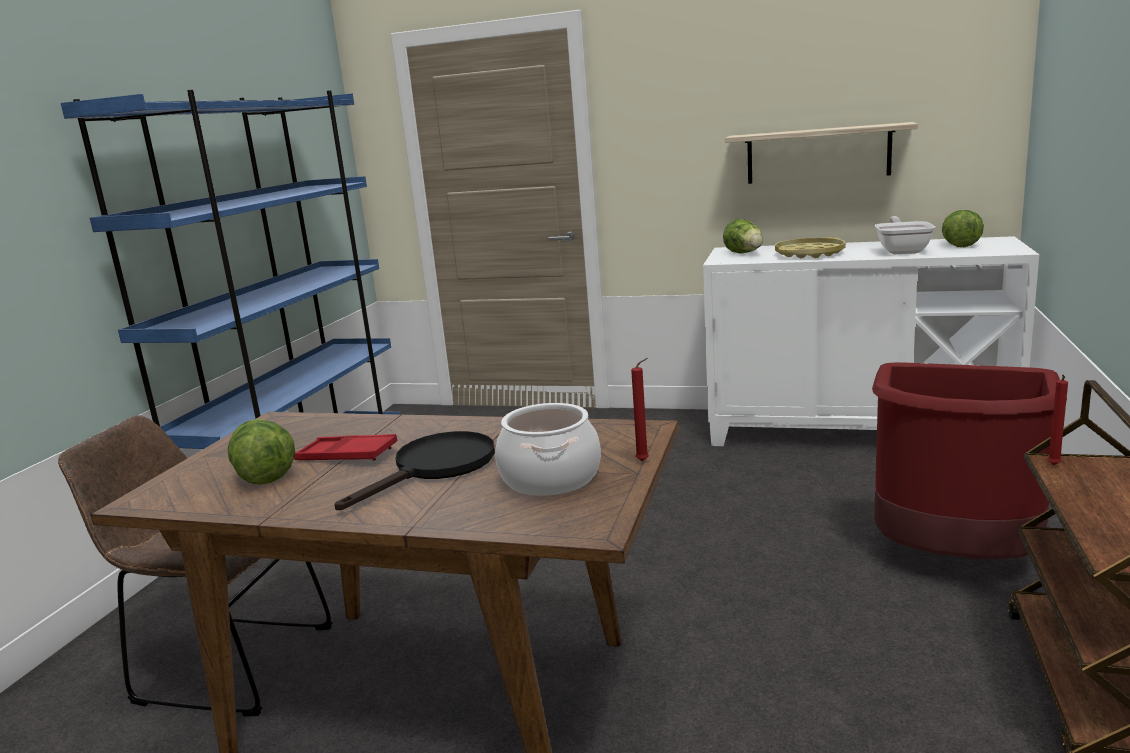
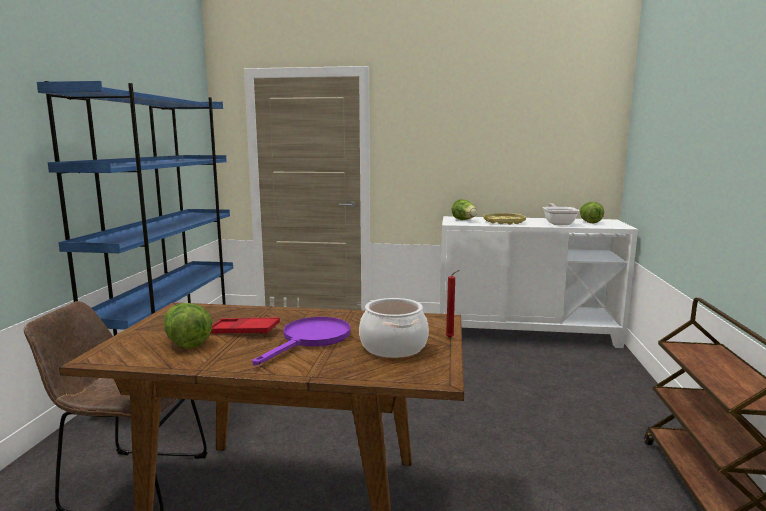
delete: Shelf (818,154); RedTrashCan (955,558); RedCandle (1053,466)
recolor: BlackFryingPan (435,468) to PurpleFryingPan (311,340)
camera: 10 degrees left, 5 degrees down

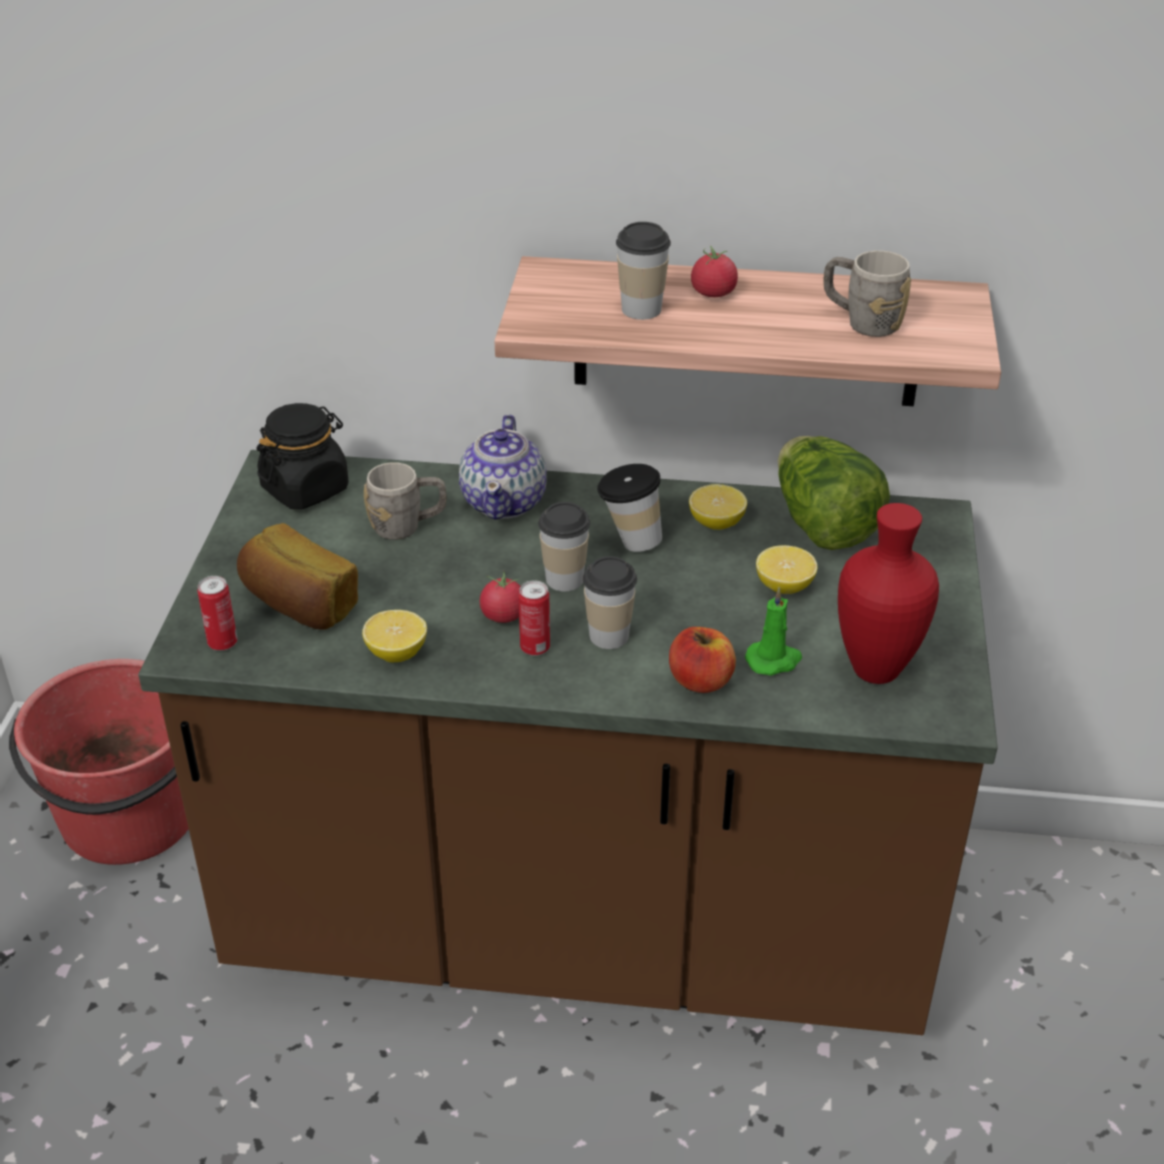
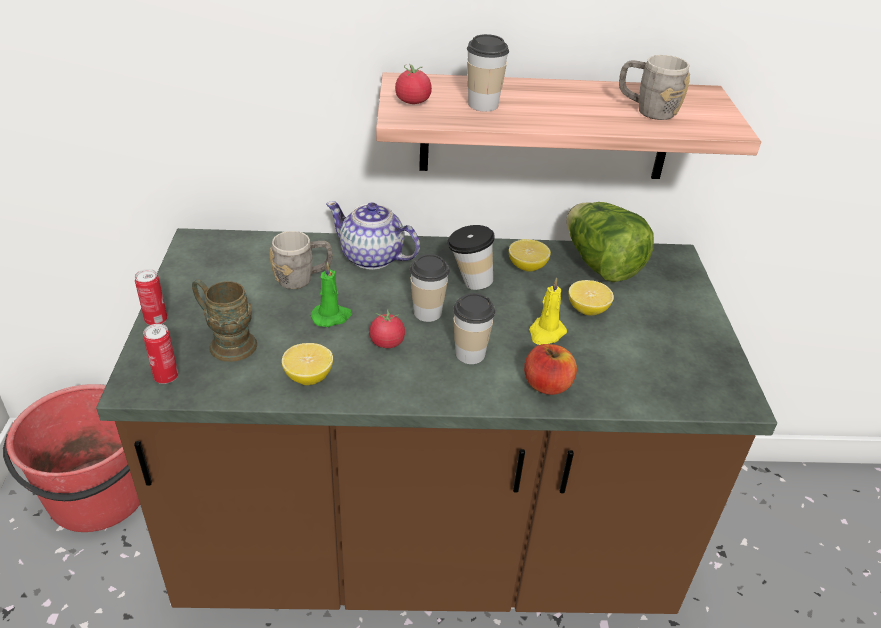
delete: BlackJar (305,488); RedVase (878,669)
insert: YellowCandle (546,333)
move: Can (535,648) to (156,320); Tomato (713,293) to (413,102); GreenCandle (774,660) to (332,316)
replace: Bread (299,604) to BrownMug (226,342)
rotate: Teapot (505,501) = (372,258) 120 degrees clockwise
camera: 10 degrees left, 0 degrees up

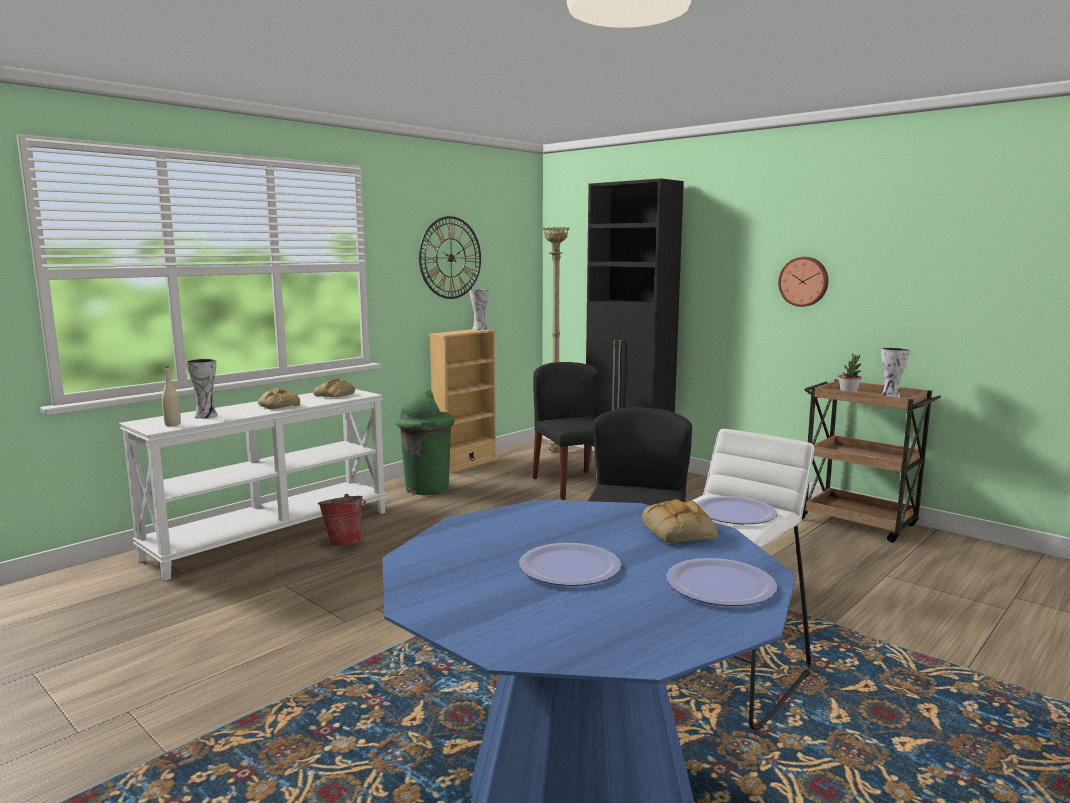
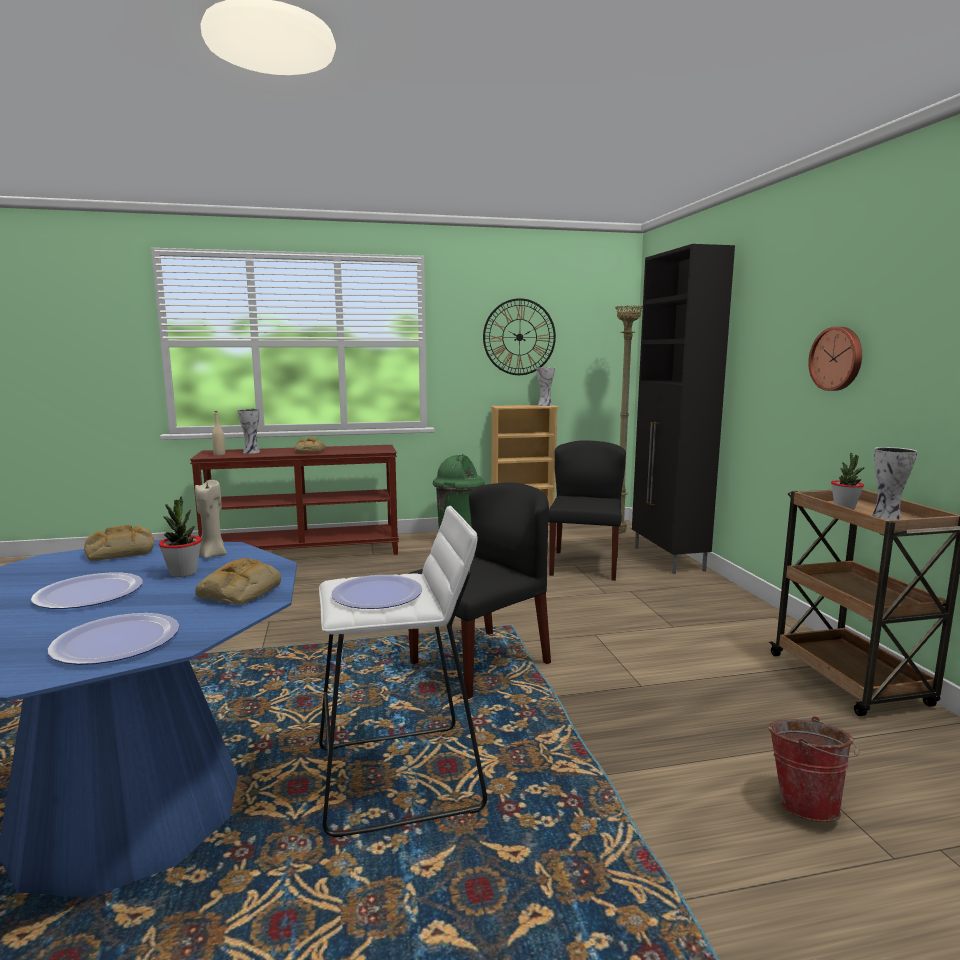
insert: PottedPlant (183,573); BeigeCandle (212,555)
move: Bread (334,395) to (120,552); Bucket (344,543) to (805,804)
recolor: WhiteConsoleTable (271,534) to BrownConsoleTable (304,552)
camera: 35 degrees right, 0 degrees up

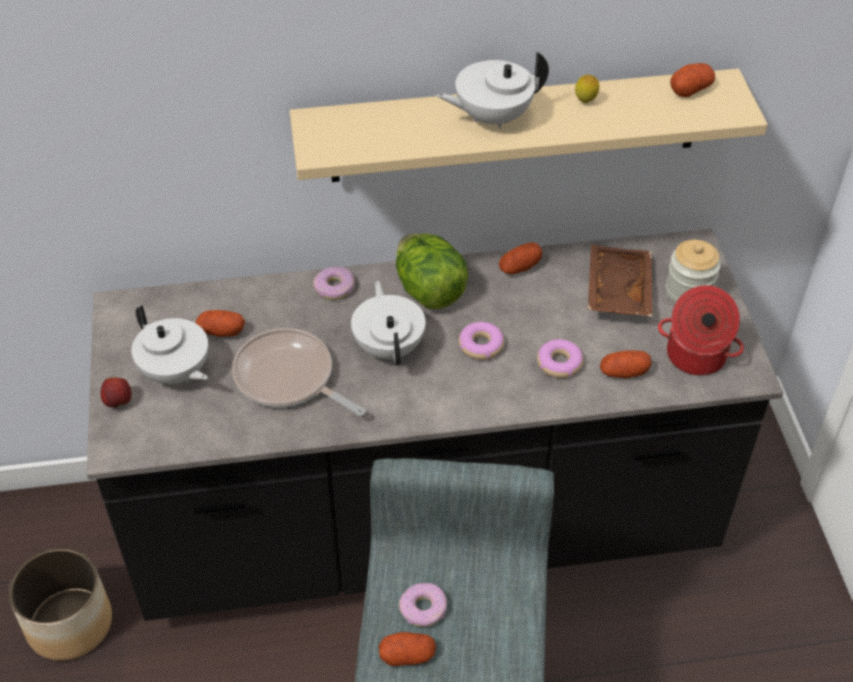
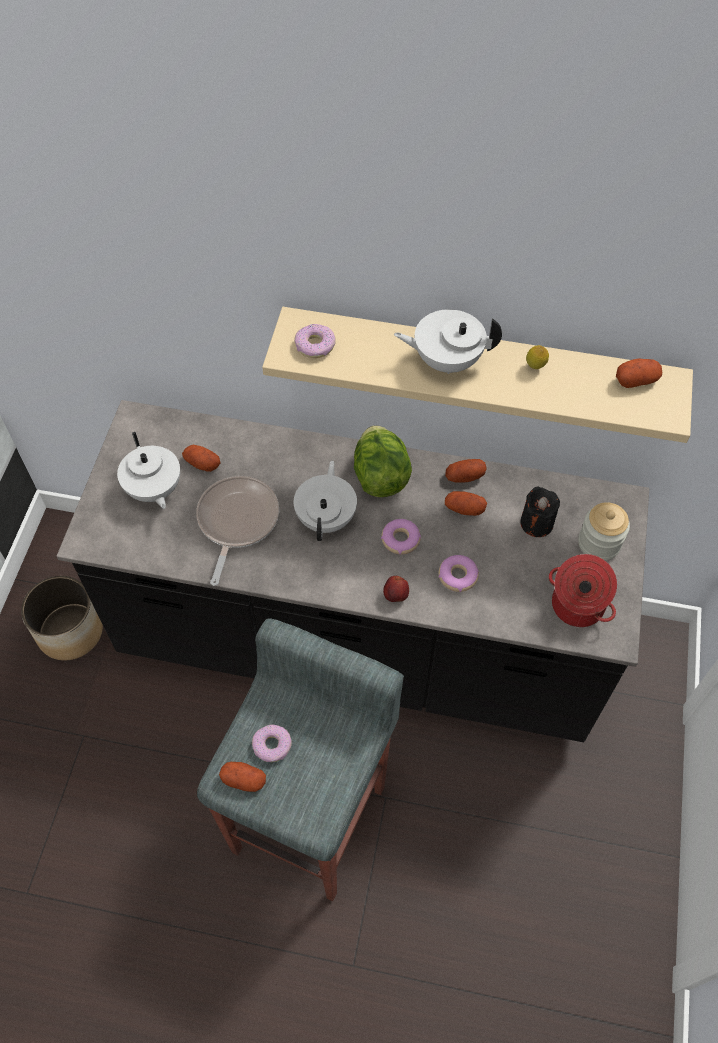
move: Apple (118,402) to (396,596); Donut (334,288) to (315,346); Potato (623,372) to (464,509)
replace: BrownTray (616,290) to BlackCandle (536,523)
rotate: FryingPan (288,378) = (236,522) 45 degrees clockwise
camera: 20 degrees right, 10 degrees up

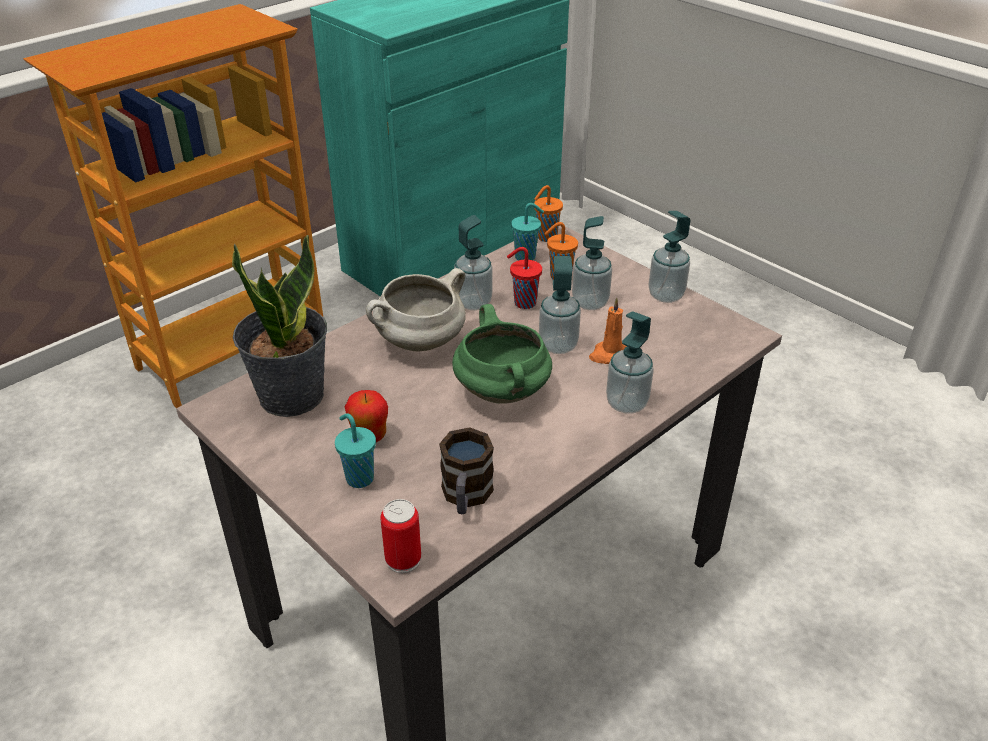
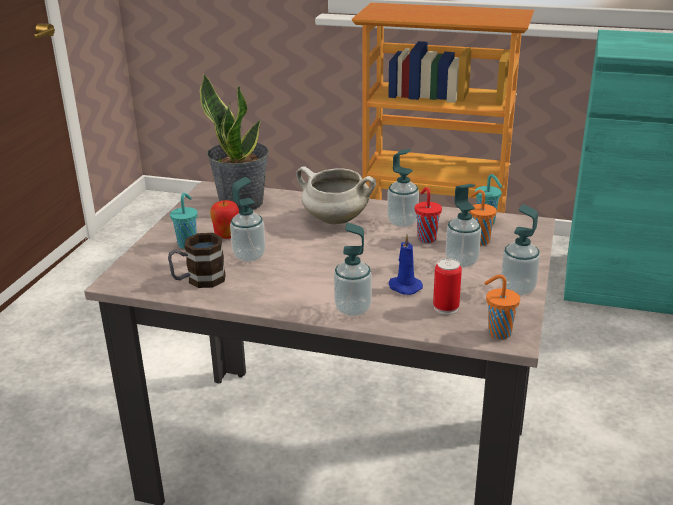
delete: GreenCookingPot (504,392)
move: Can (403,559) to (446,308); OrangeCup (545,237) to (498,333); SoapDispenser (558,345) to (249,256)
recolor: OrangeCandle (609,355) to BlueCandle (404,287)
camera: 60 degrees right, 10 degrees down

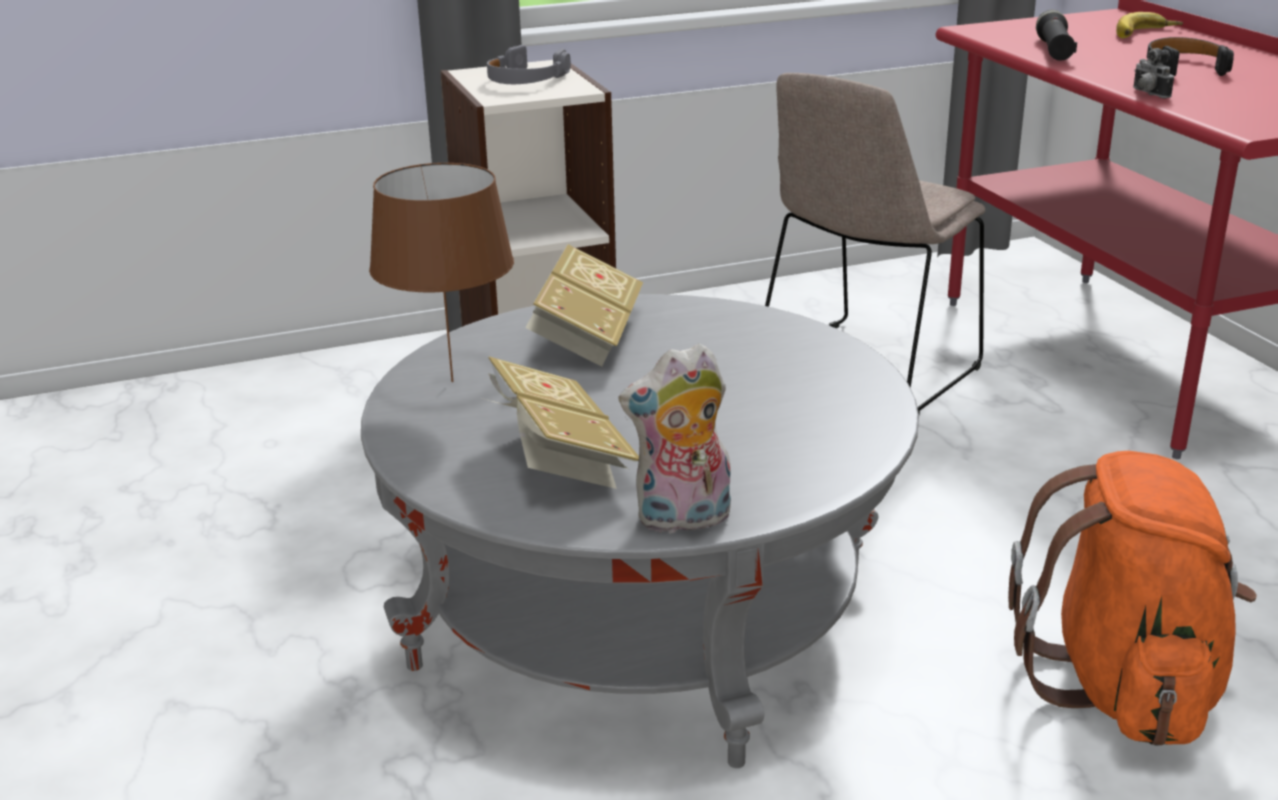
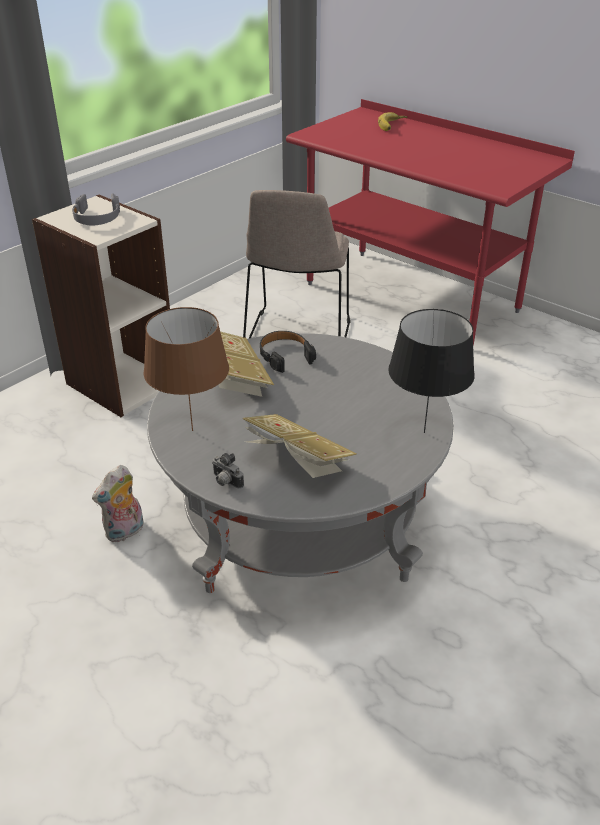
delete: OrangeBackpack (1124,686); BlackFlashlight (1054,50)
insert: BlackTableLamp (424,433)
move: PlushToy (682,520) to (125,532); PhotoCamera (1147,94) to (225,482); BlackHeadphones (1184,67) to (285,356)
camera: 30 degrees left, 10 degrees up

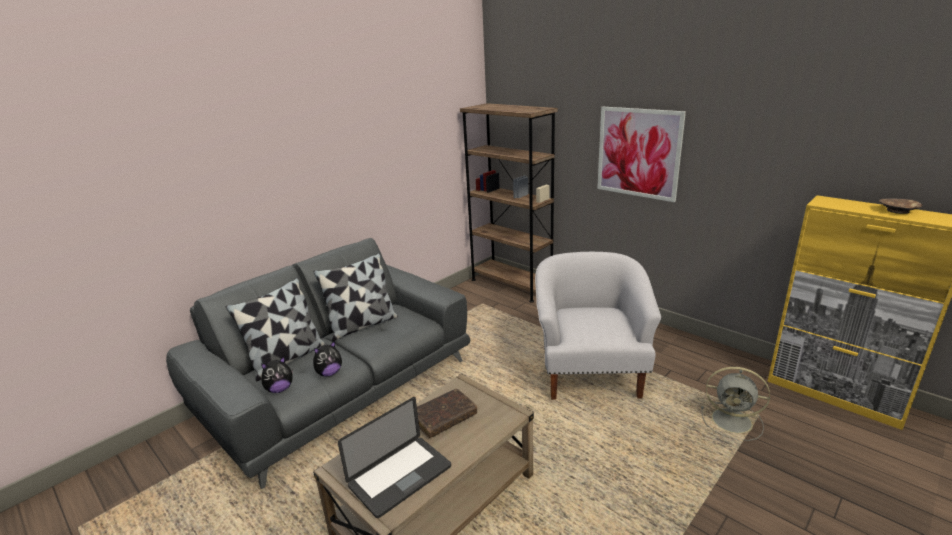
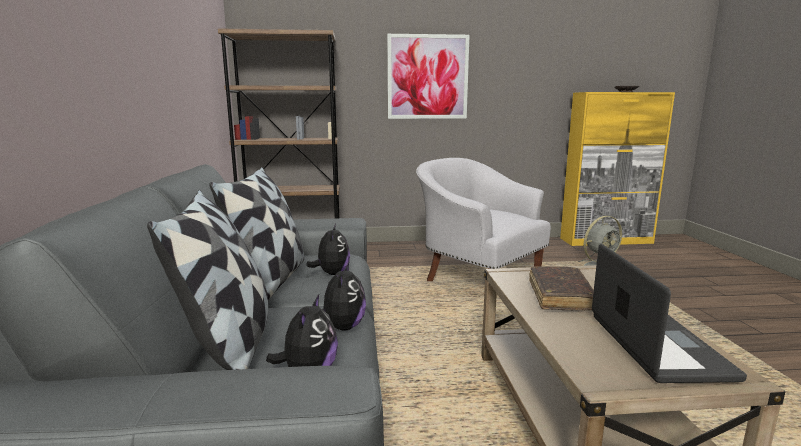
insert: PlushToy (332,273)
camera: 50 degrees left, 10 degrees down

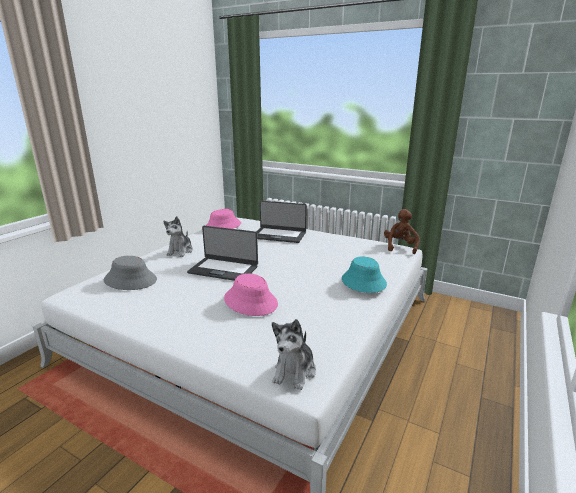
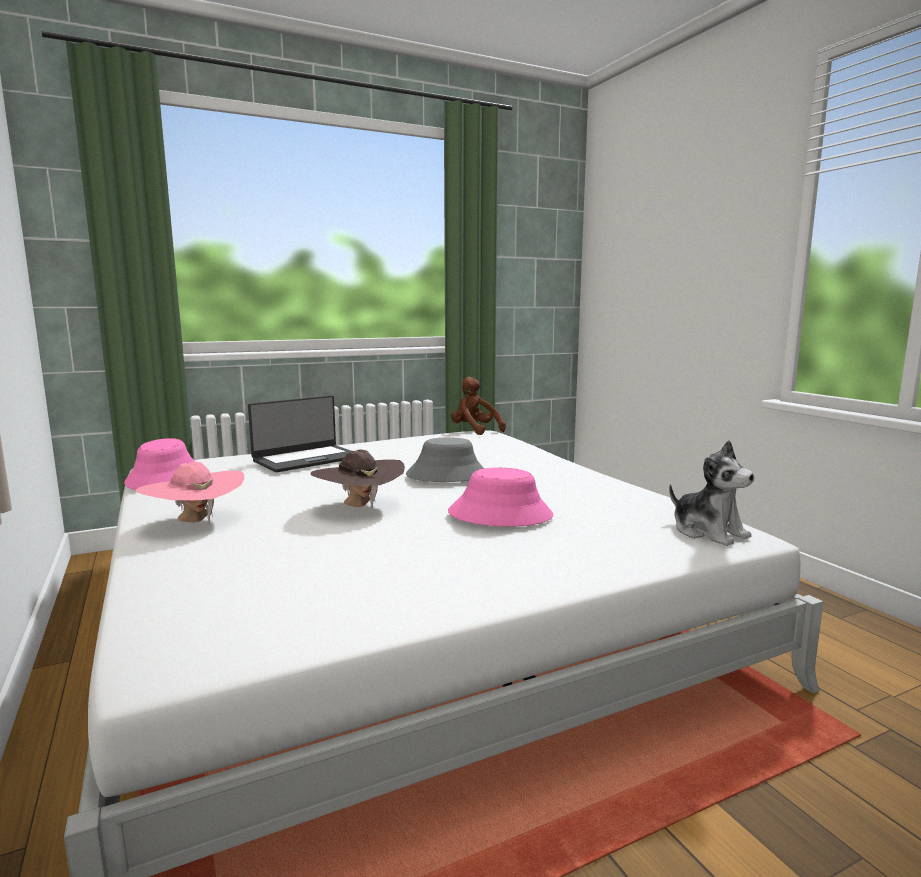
delete: TurquoiseHat (363,282)
move: GreyHat (130,280) to (446,475)
replace: PlushToy (180,251) to PinkHat (196,522); Laptop (223,269) to BrownHat (359,507)
camera: 55 degrees left, 10 degrees down

